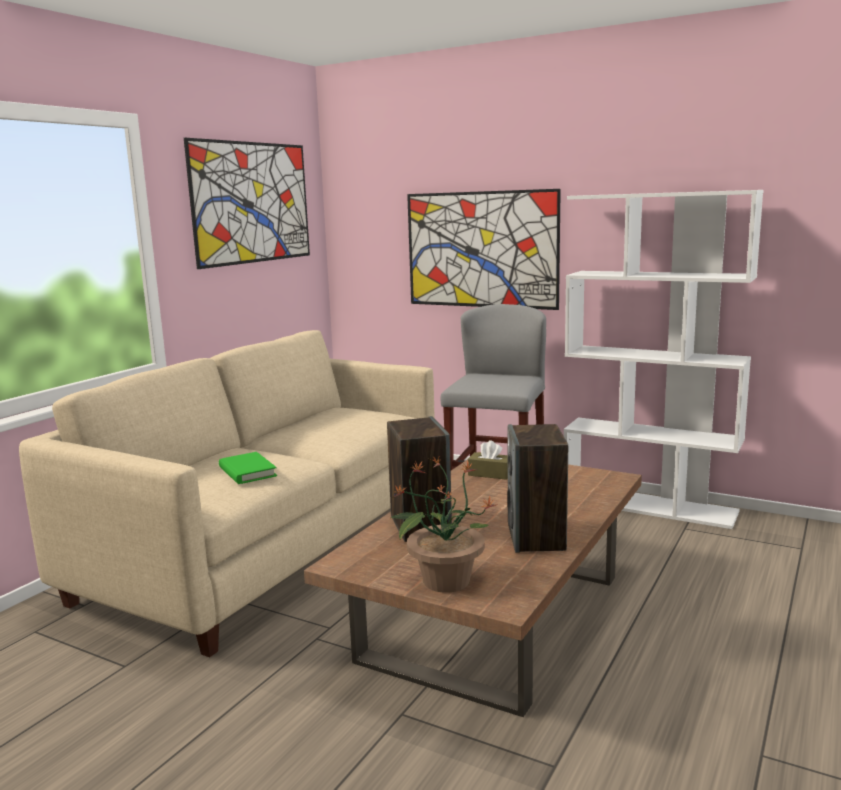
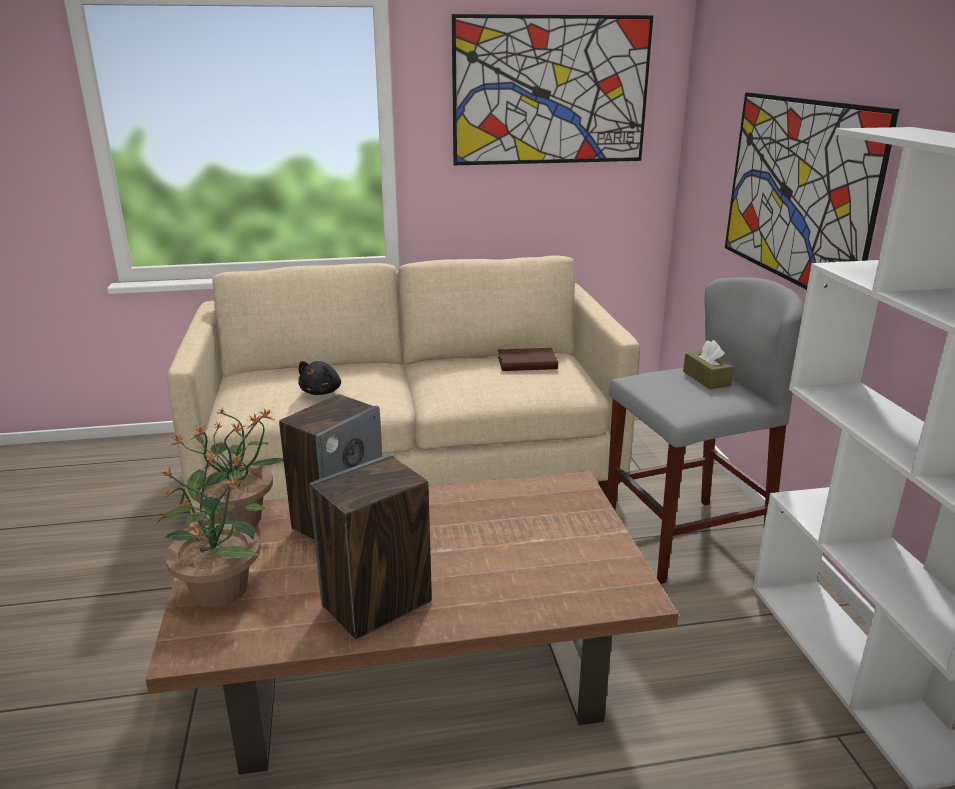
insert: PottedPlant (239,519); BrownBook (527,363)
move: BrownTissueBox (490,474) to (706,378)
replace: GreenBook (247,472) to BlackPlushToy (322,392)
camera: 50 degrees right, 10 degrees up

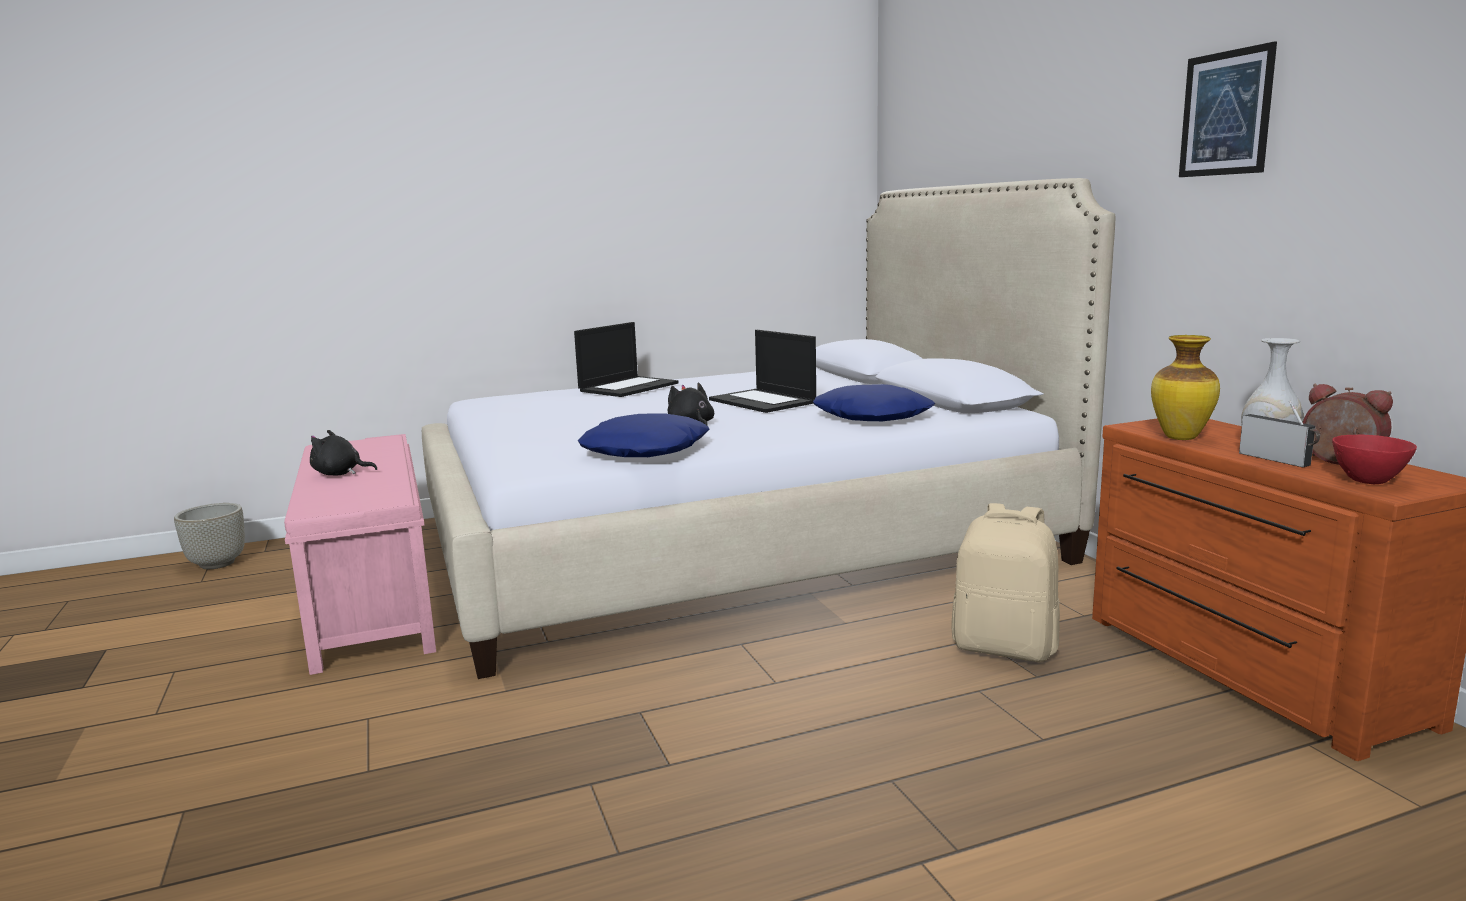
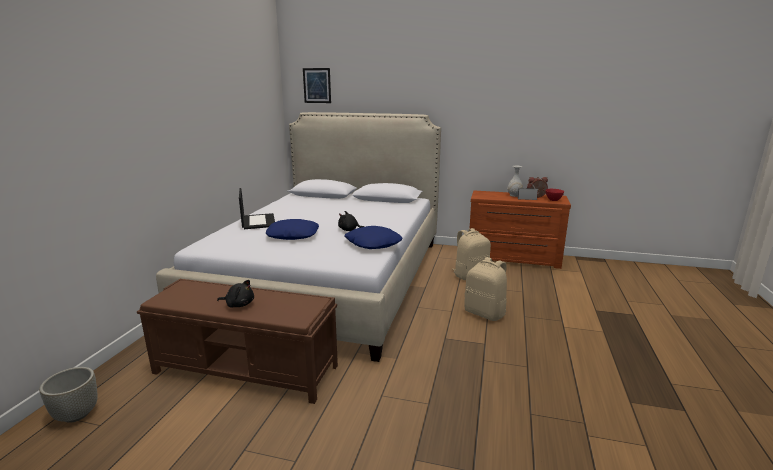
delete: Laptop (763,401); Vase (1180,437)
insert: BeigeBackpack (485,313)
move: BluePillow (873,416) to (293,235); Picture (1225,113) to (317,85)
recolor: PinkBench (373,600) to BrownBench (247,369)
rotate: BlackPlushToy (340,474) = (239,304) 120 degrees counterclockwise
camera: 55 degrees left, 5 degrees up

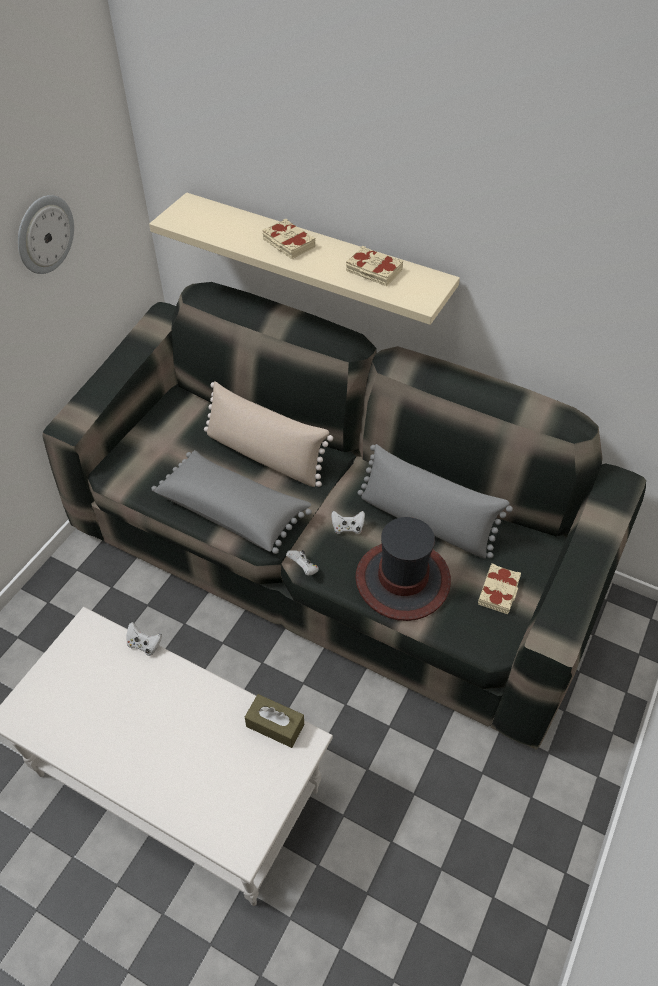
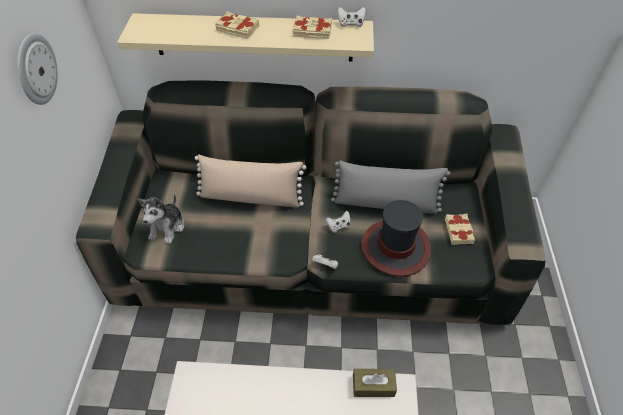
delete: GreyPillow (233,510)
insert: PlushToy (167,227)
move: WhiteGameController (144,645) to (351,24)
camera: 25 degrees left, 0 degrees up

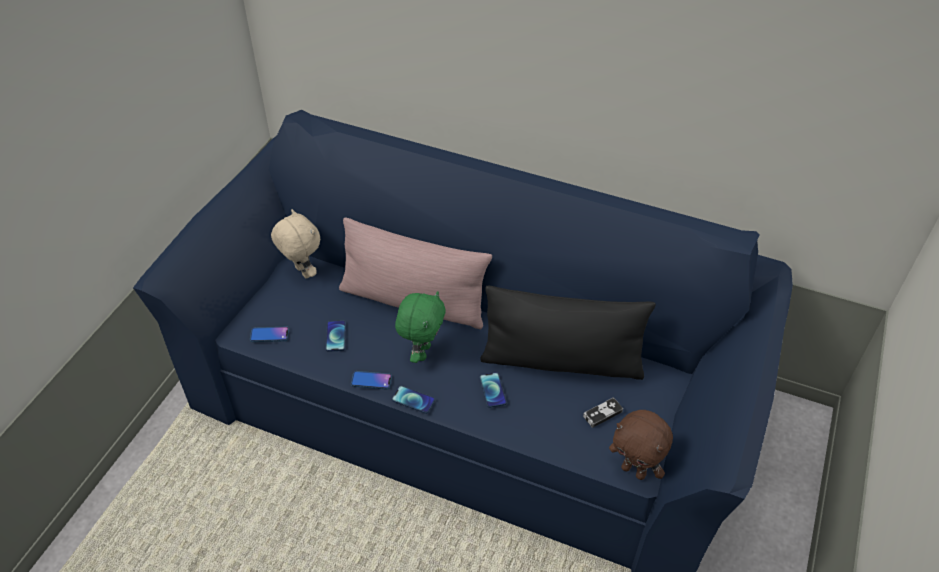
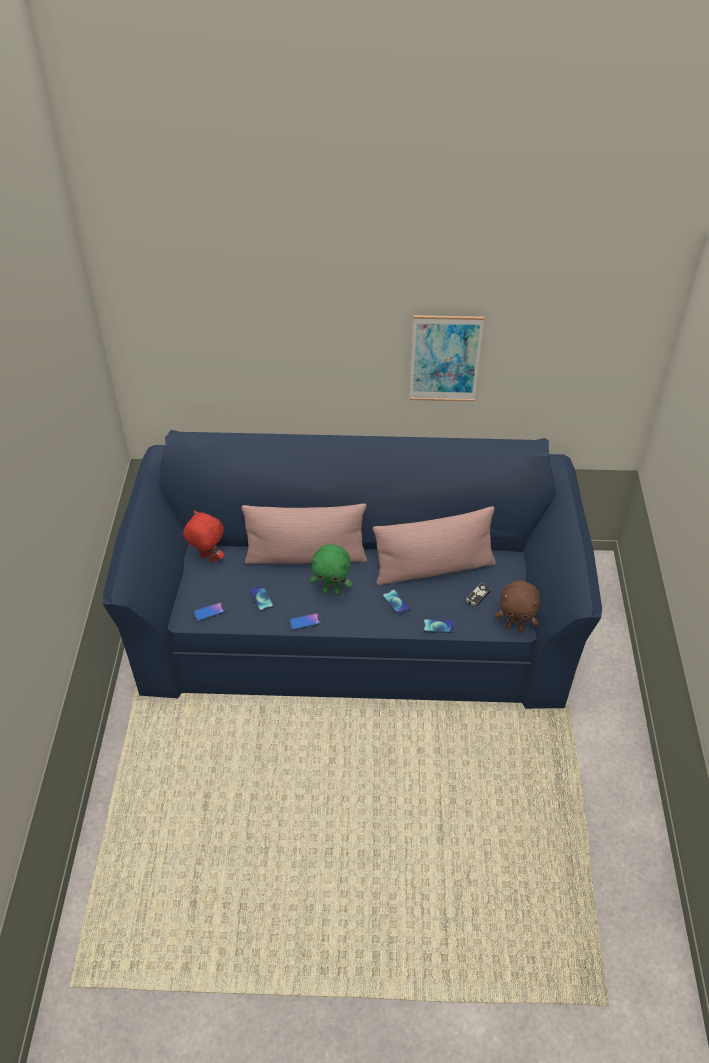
insert: Picture (445,359)
move: Phone (413,400) to (438,626)
recolor: BeigePlushToy (302,272) to RedPlushToy (207,558); BlackPillow (561,361) to PinkPillow (434,568)
rotate: GreenPlushToy (421,352) = (332,590) 105 degrees clockwise
camera: 20 degrees left, 0 degrees up

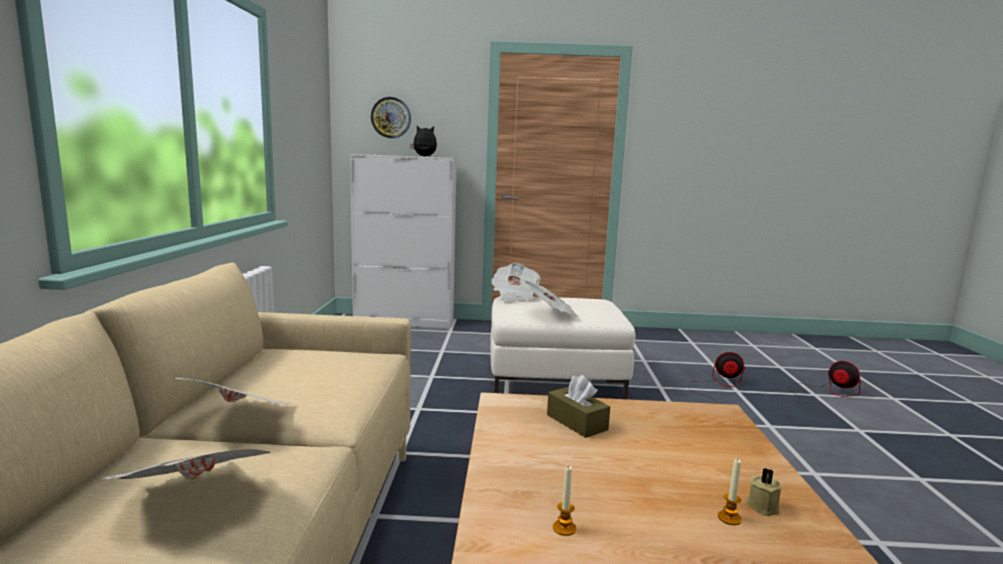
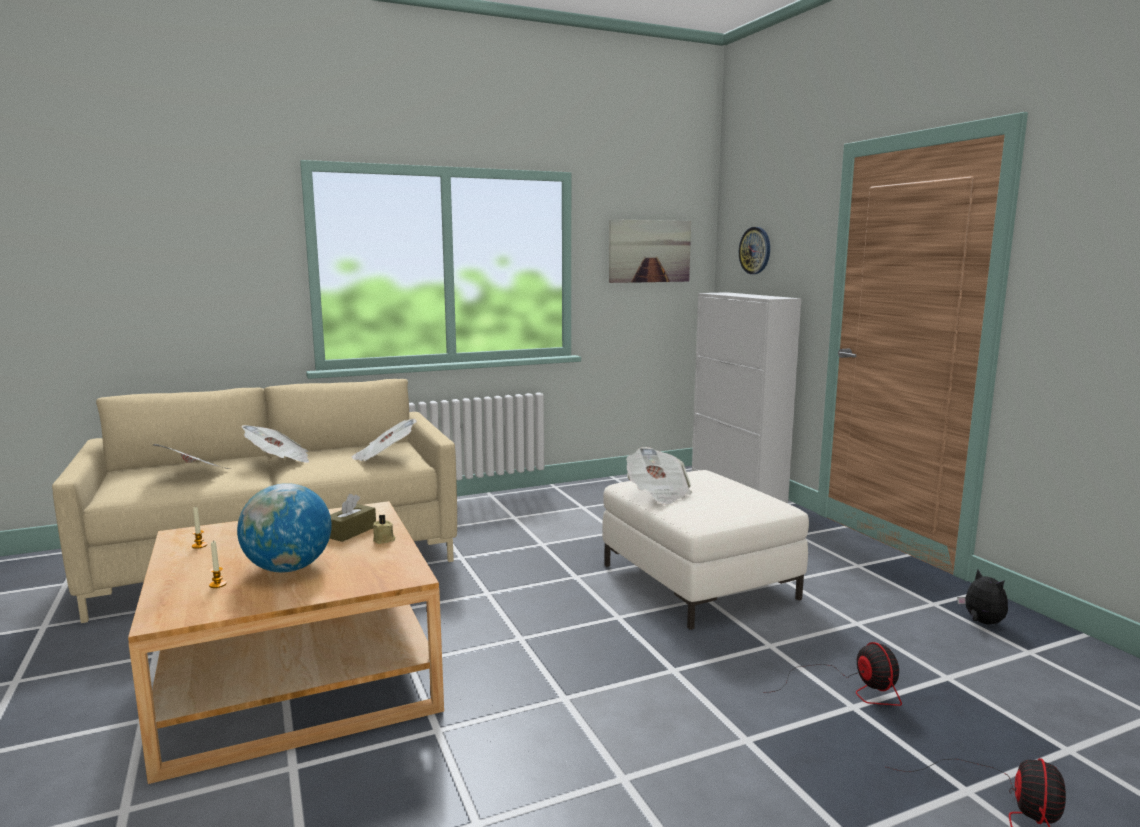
insert: Globe (288,568); Picture (649,251)
move: PlushToy (424,156) to (981,622); Newspaper (514,297) to (384,457); BeigeCandle (763,506) to (384,540)
camera: 65 degrees right, 0 degrees up

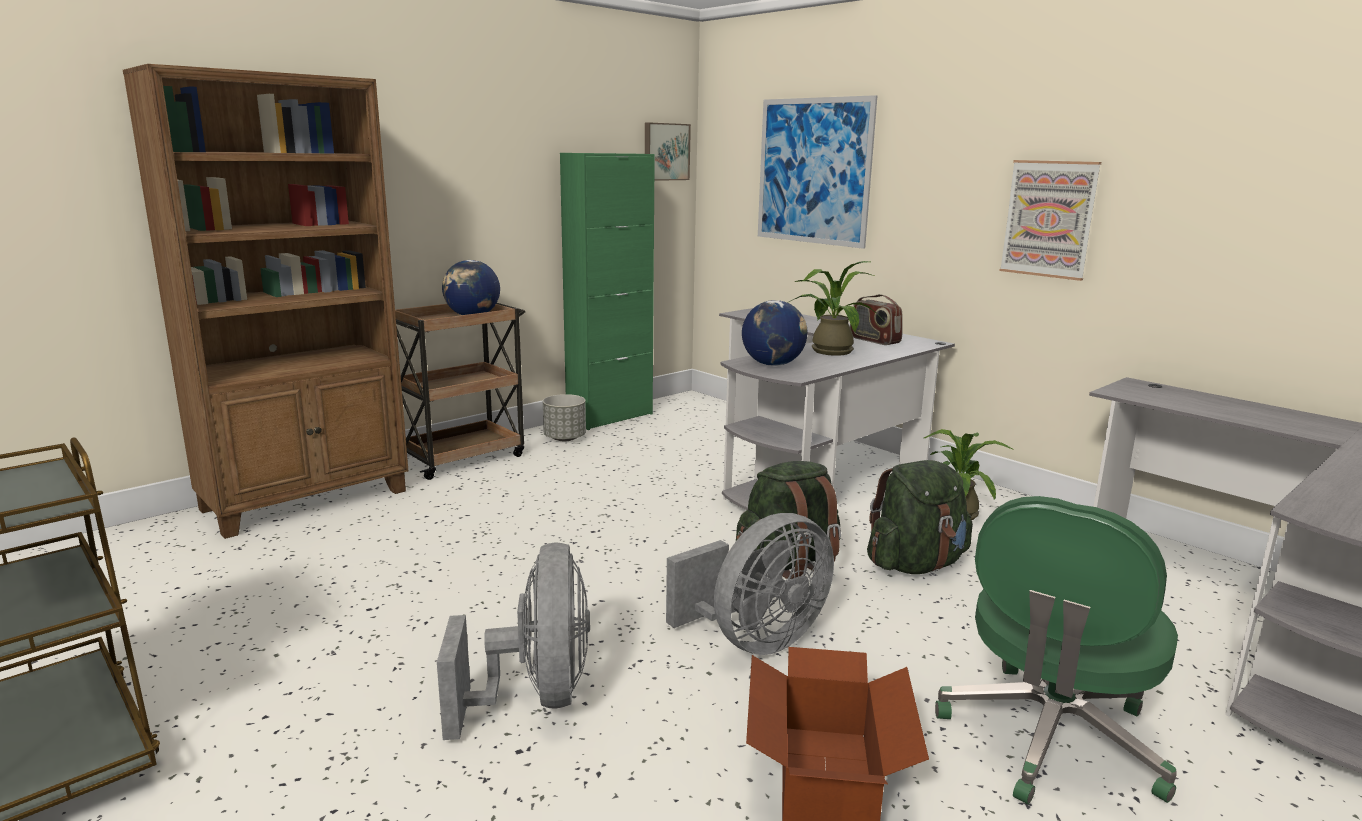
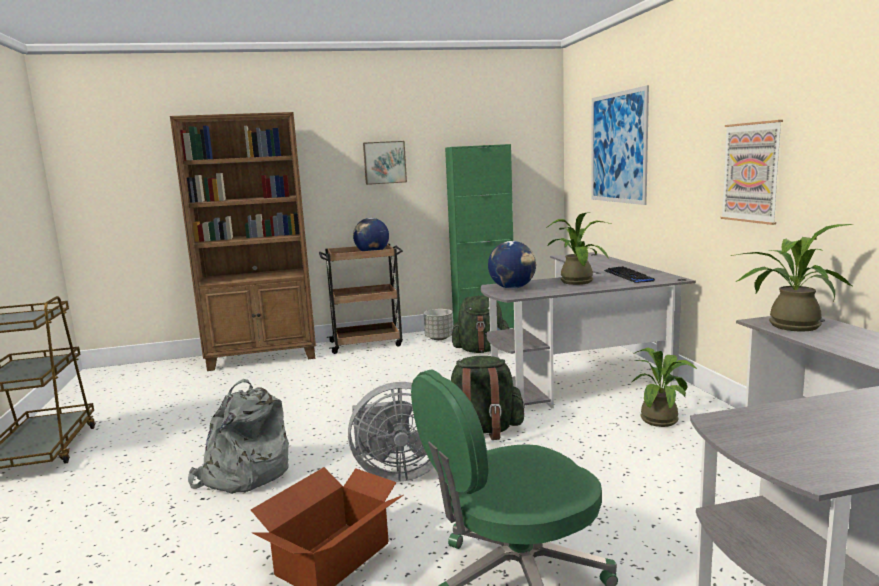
insert: PottedPlant (787,325)
move: Picture (665,152) to (384,162); GreenBackpack (915,565) to (481,350)
replace: GreyFan (536,697) to GreyBackpack (243,474); Radio (874,340) to Keyboard (628,276)
camera: 30 degrees right, 5 degrees down

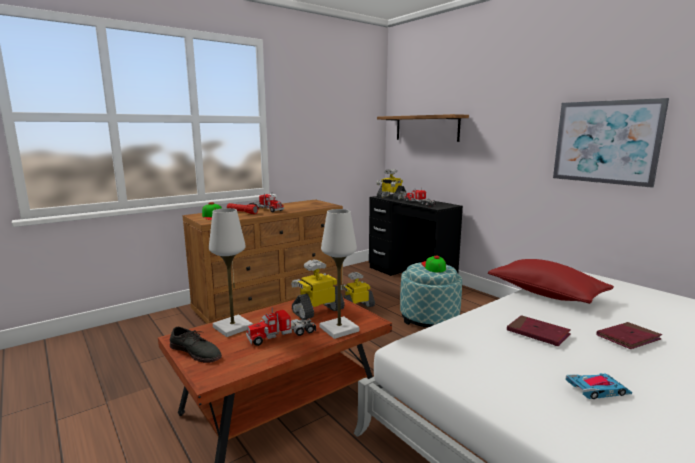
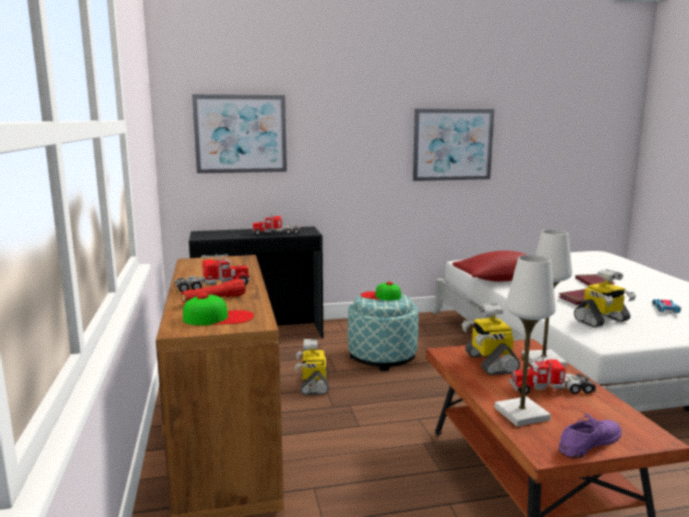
move: ToyRobot (391,198) to (602,321)
replace: Shelf (426,128) to Picture (240,134)
recolor: GreyShoe (196,352) to PurpleShoe (589,442)
rotate: ToyTruck (282,335) = (551,389) 90 degrees clockwise
camera: 65 degrees left, 0 degrees up

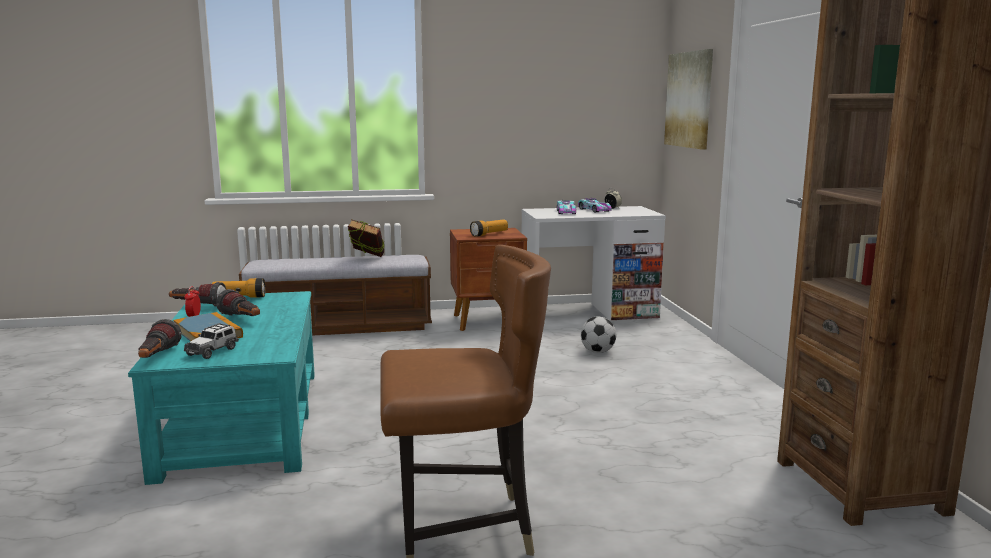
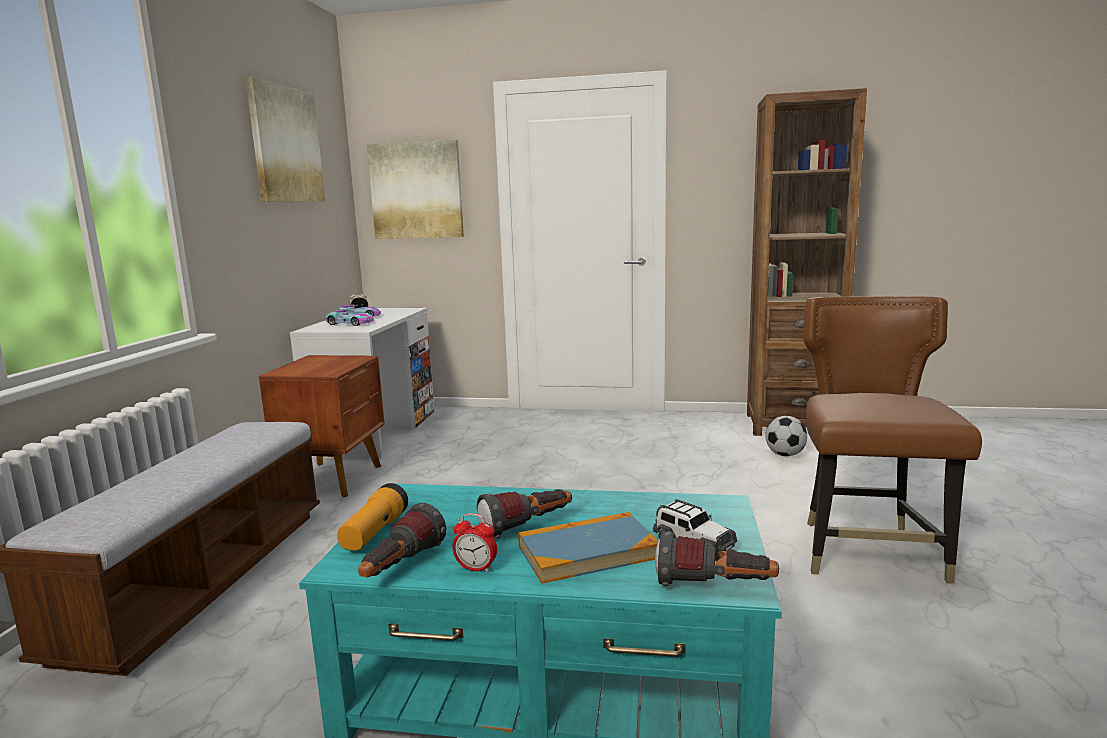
delete: Book (367,259); Flashlight (489,234)
insert: Picture (285,145)
move: Football (598,352) to (785,455)
camera: 70 degrees left, 0 degrees up

